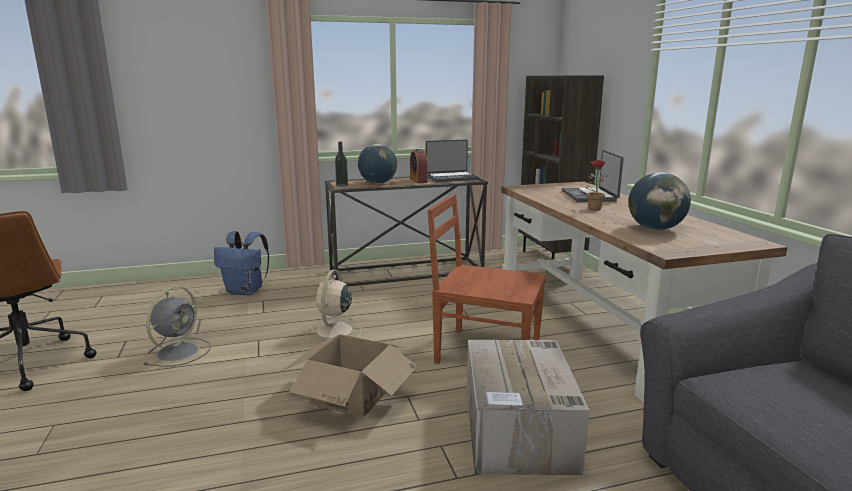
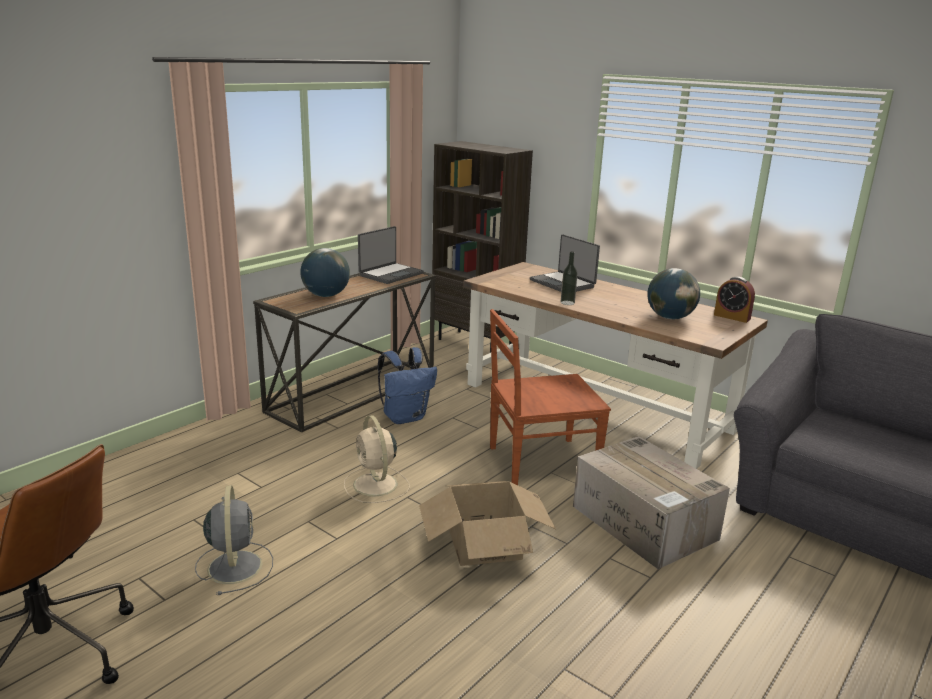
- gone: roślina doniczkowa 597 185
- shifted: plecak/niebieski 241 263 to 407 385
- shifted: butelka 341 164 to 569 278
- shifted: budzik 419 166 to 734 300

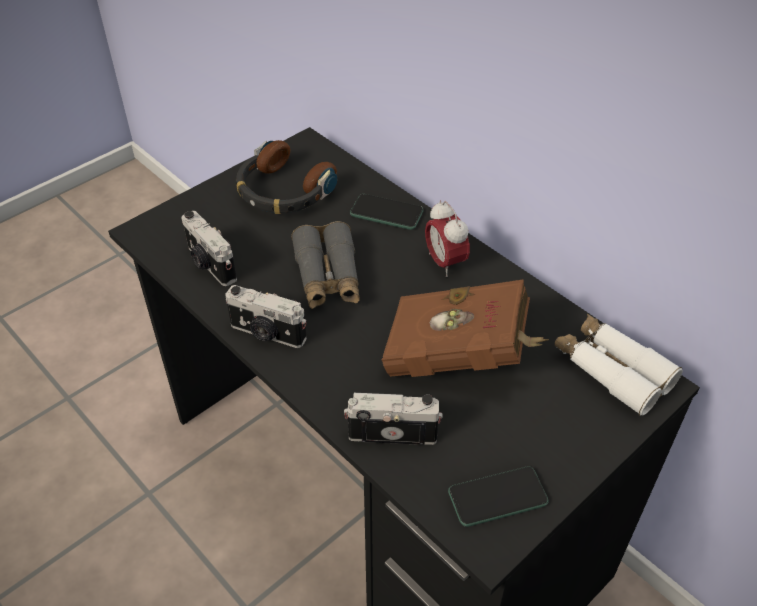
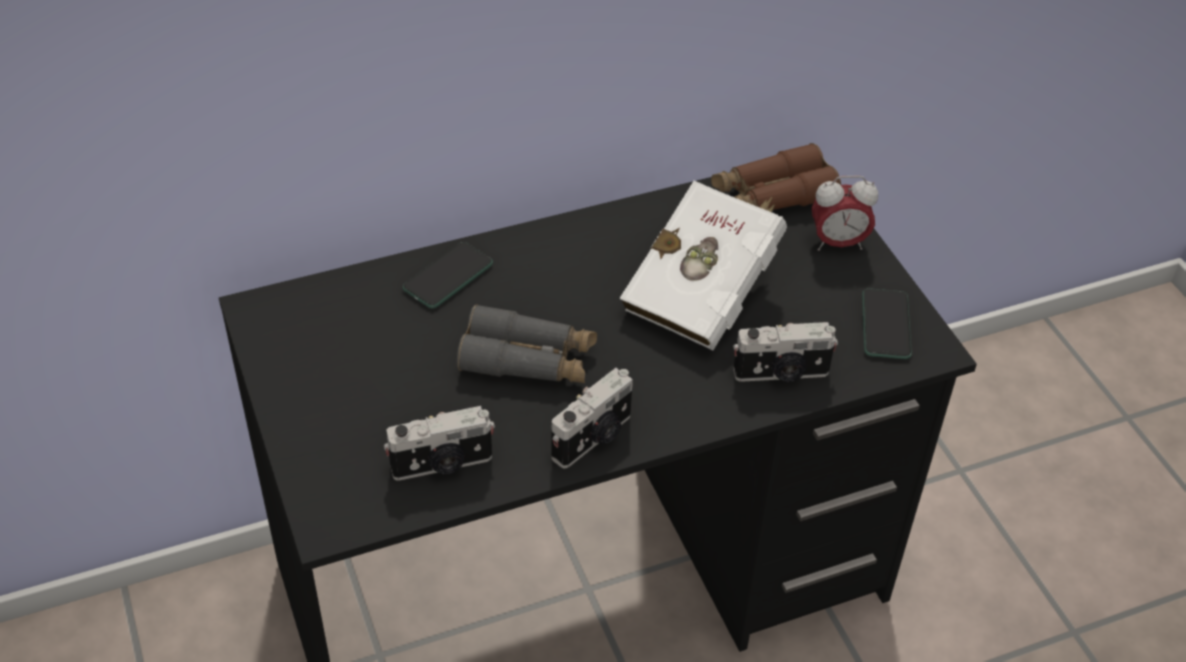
- gone: słuchawki 286 177
- shifted: budzik 447 238 to 845 213
- repainted: książka/brązowy 465 328 to książka/biały 703 265
- repainted: lornetka/biały 618 365 to lornetka/brązowy 776 176
- rotated: aparat fotograficzny 393 419 = 785 351 120 degrees counterclockwise

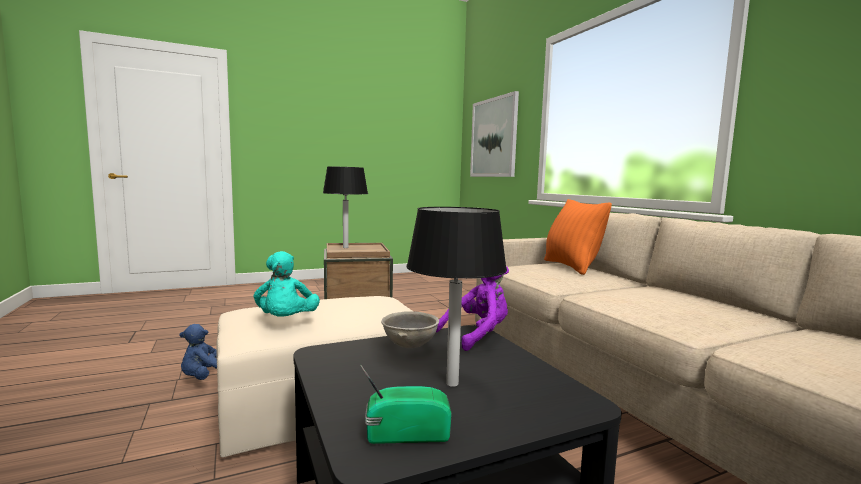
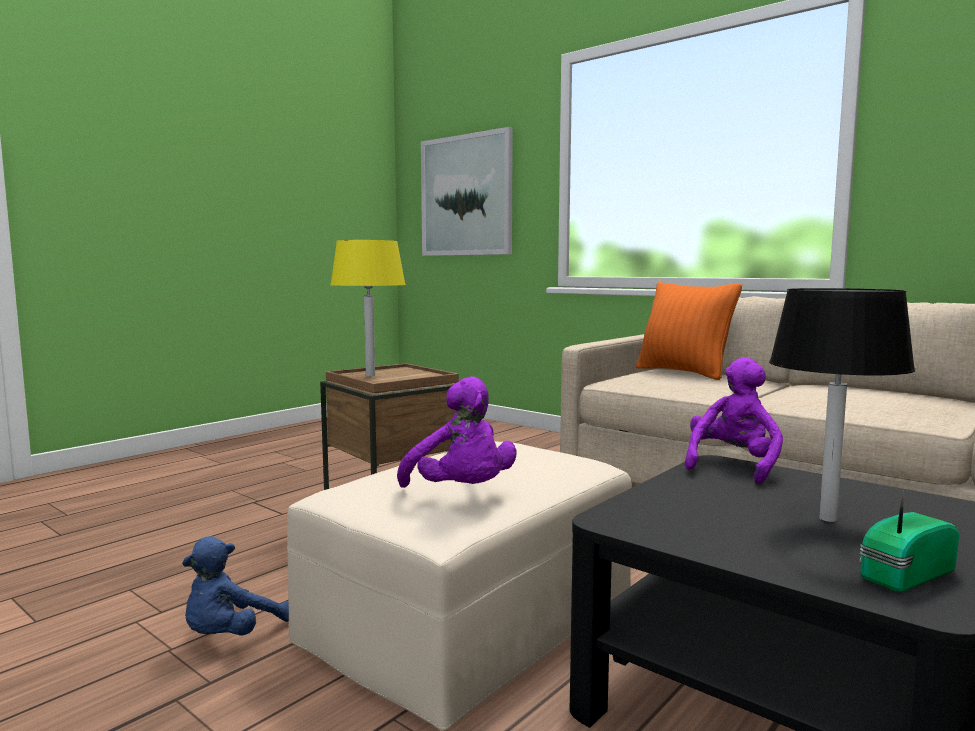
- gone: miska/szary 410 329
- repainted: pluszak/turkusowy 287 284 to pluszak/fioletowy 456 432
- repainted: lampa stołowa/czarny 345 207 to lampa stołowa/żółty 368 308

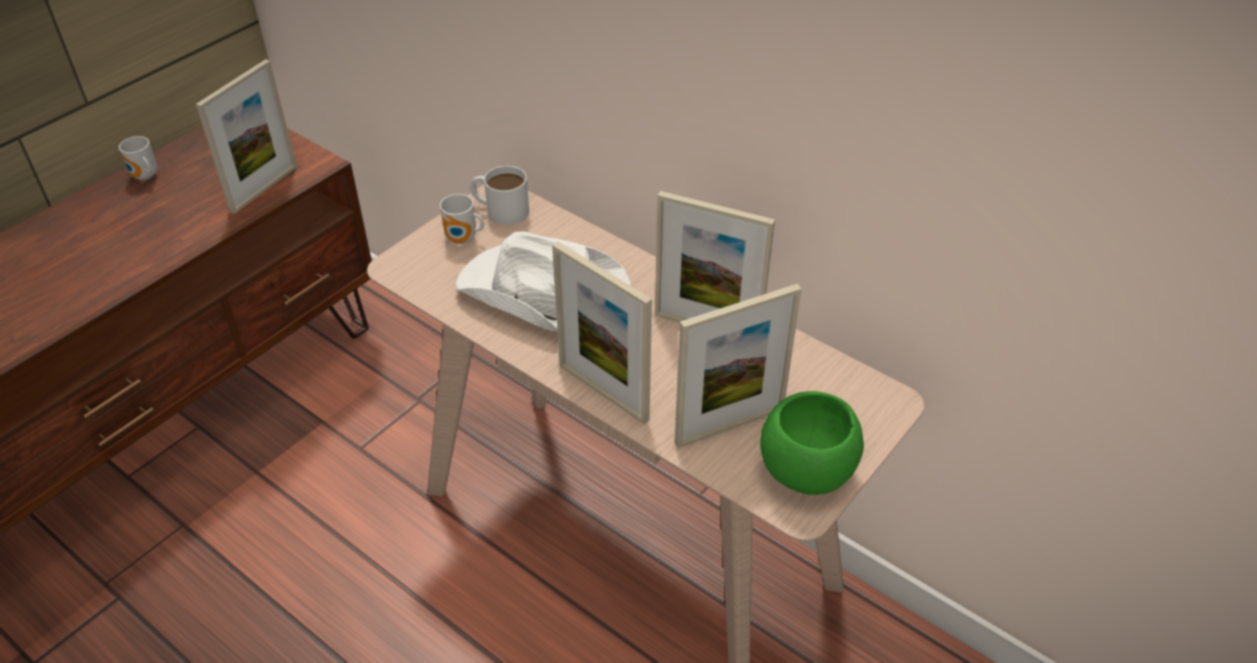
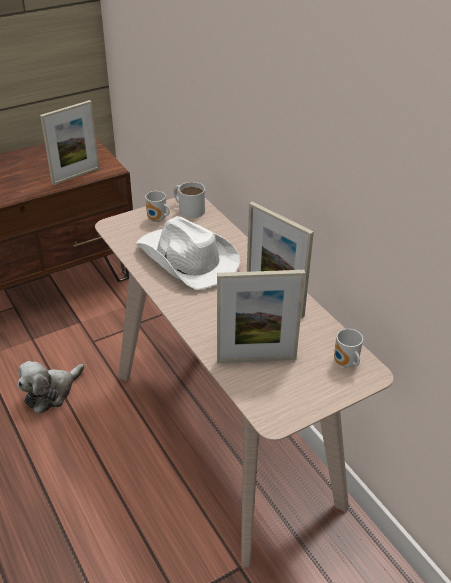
- gone: ramka na zdjęcie 602 332
- gone: miska/zielony 812 443
- new: pluszak 51 387
- shifted: kubek 138 158 to 348 348

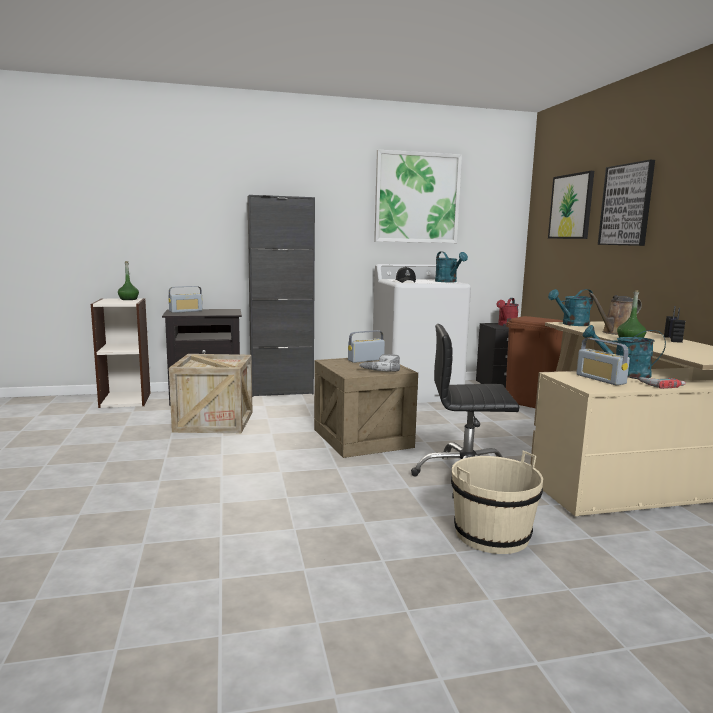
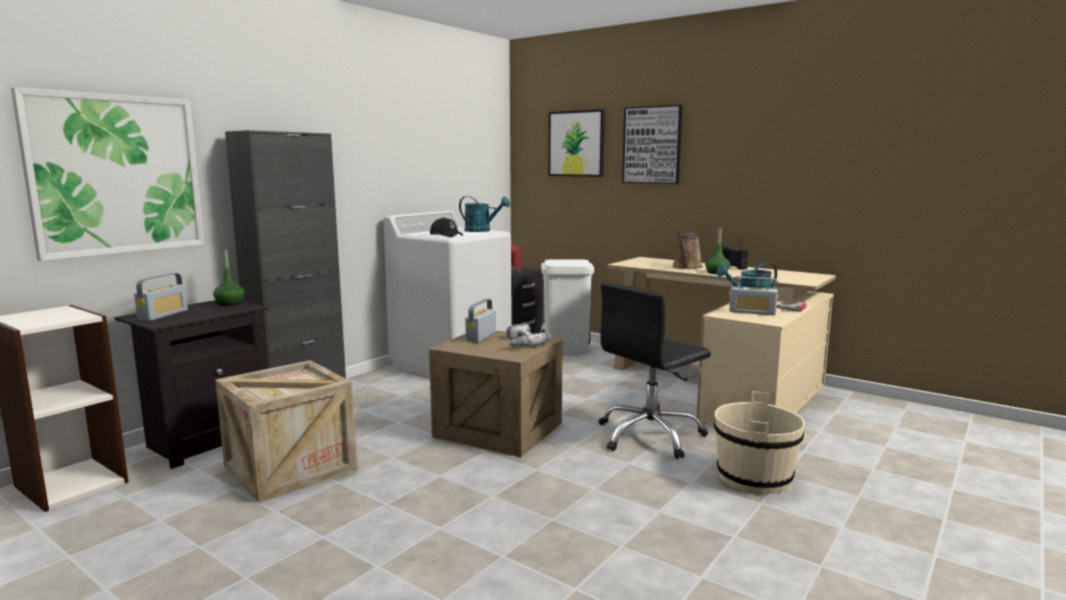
- gone: konewka/turkusowy 570 307
- shifted: butelka/zielony 128 280 to 229 277
- shifted: obraz 418 196 to 108 174
- repainted: kosz na śmieci/brązowy 534 362 to kosz na śmieci/biały 567 306

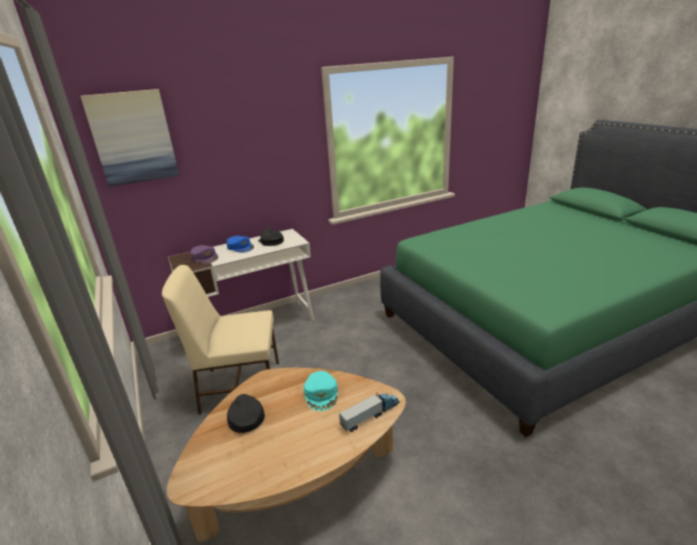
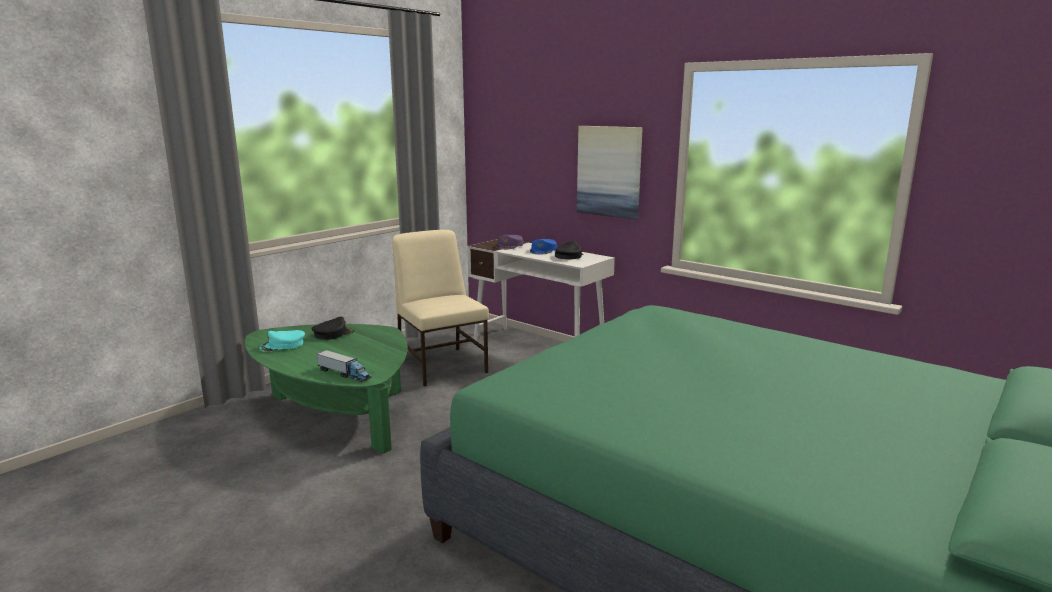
- shifted: obraz 129 138 to 610 173
- shifted: czapka z daszkiem/turkusowy 321 391 to 282 341
- repainted: ława/brązowy 286 455 to ława/zielony 326 388

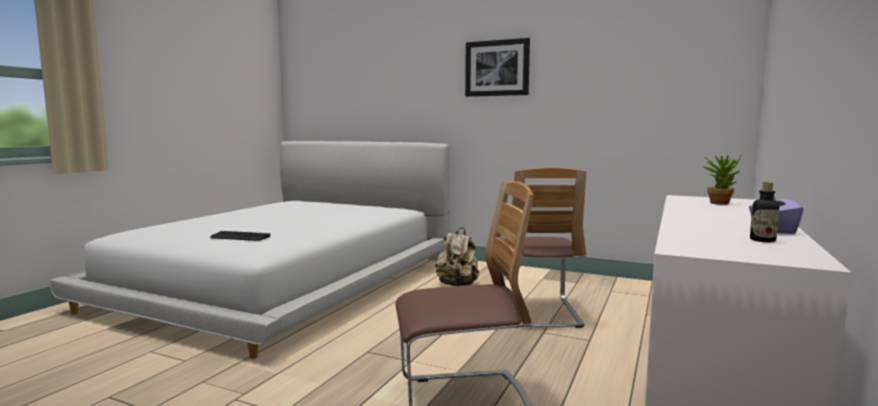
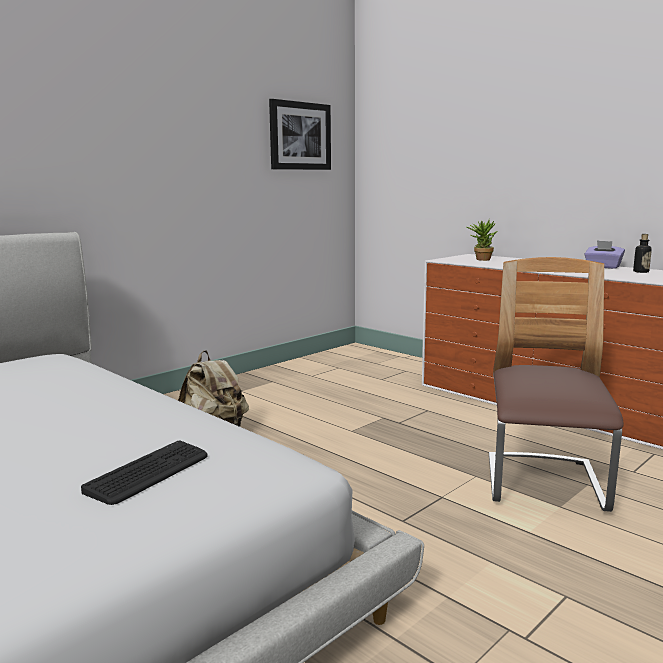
- gone: krzesło 544 247
- shifted: obraz 497 67 to 300 134

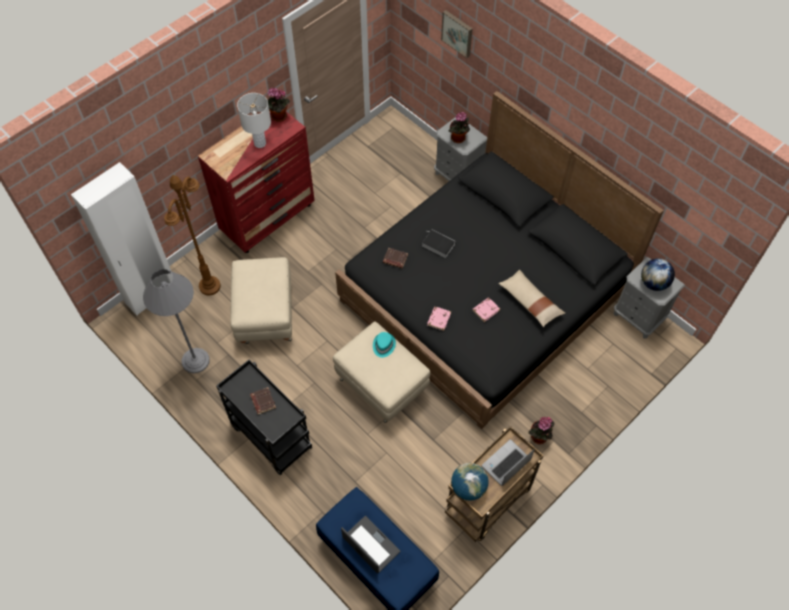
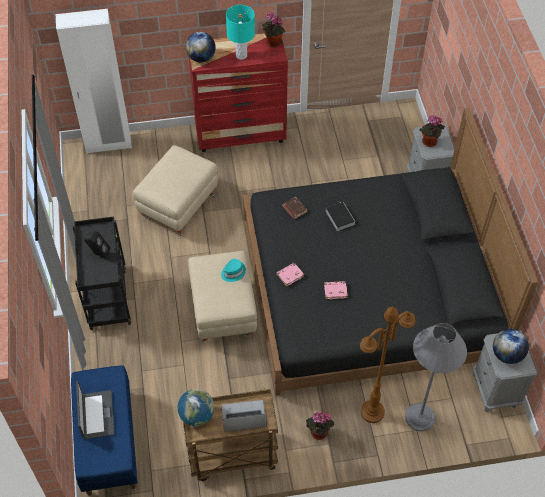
- gone: obraz 457 34
- gone: poduszka/beżowy 531 298
- new: globus 201 47
- shifted: lampa stojąca/szary 176 321 to 436 377
- shifted: lampa stojąca/brązowy 192 235 to 387 365
- swapped: książka/brązowy 263 401 to głośnik/czarny 96 244
- repainted: lampa stołowa/biały 254 120 to lampa stołowa/turkusowy 240 32

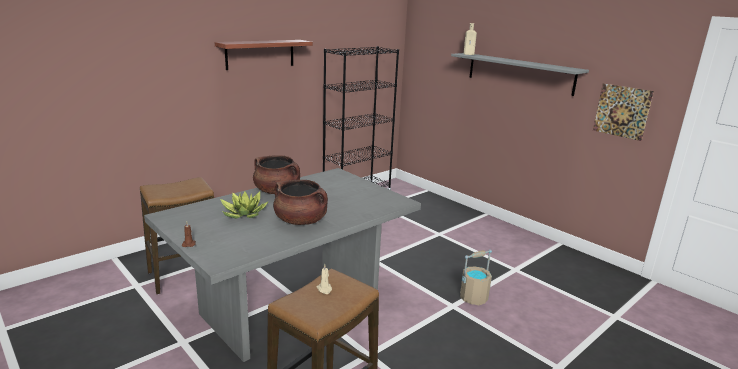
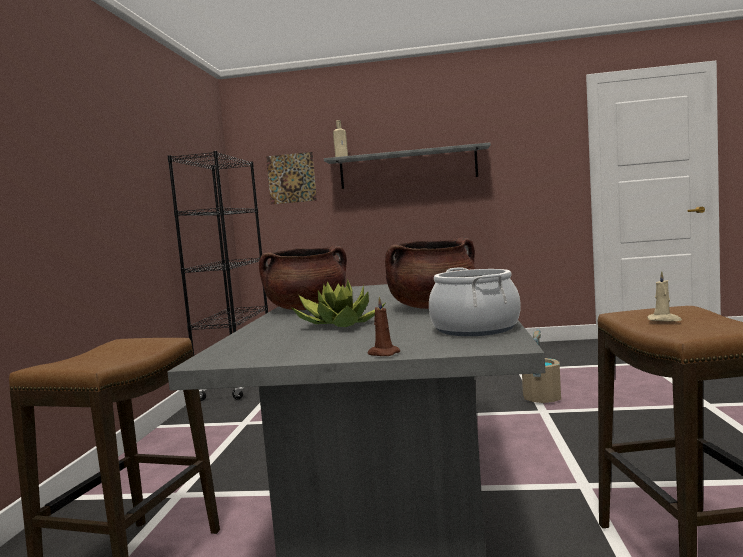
- gone: półka 264 55
- new: garnek 475 301
- shifted: obraz 623 112 to 291 178

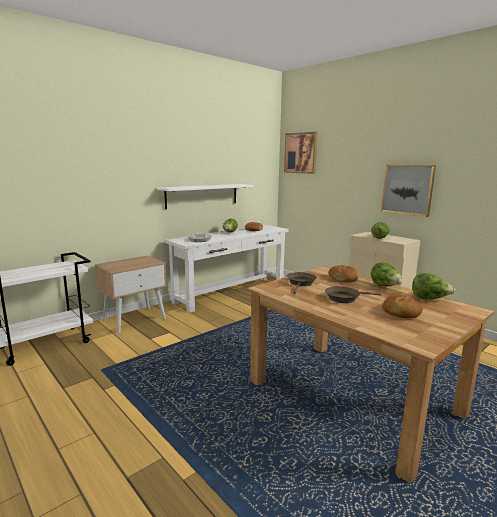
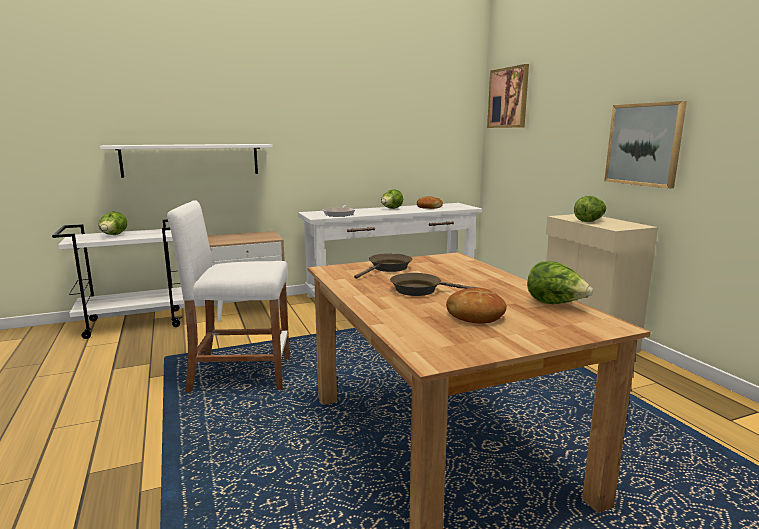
- gone: chleb 343 273
- new: stołek/biały 228 296
- shifted: półka/biały 205 196 to 186 161
- shifted: sałata 387 274 to 112 223

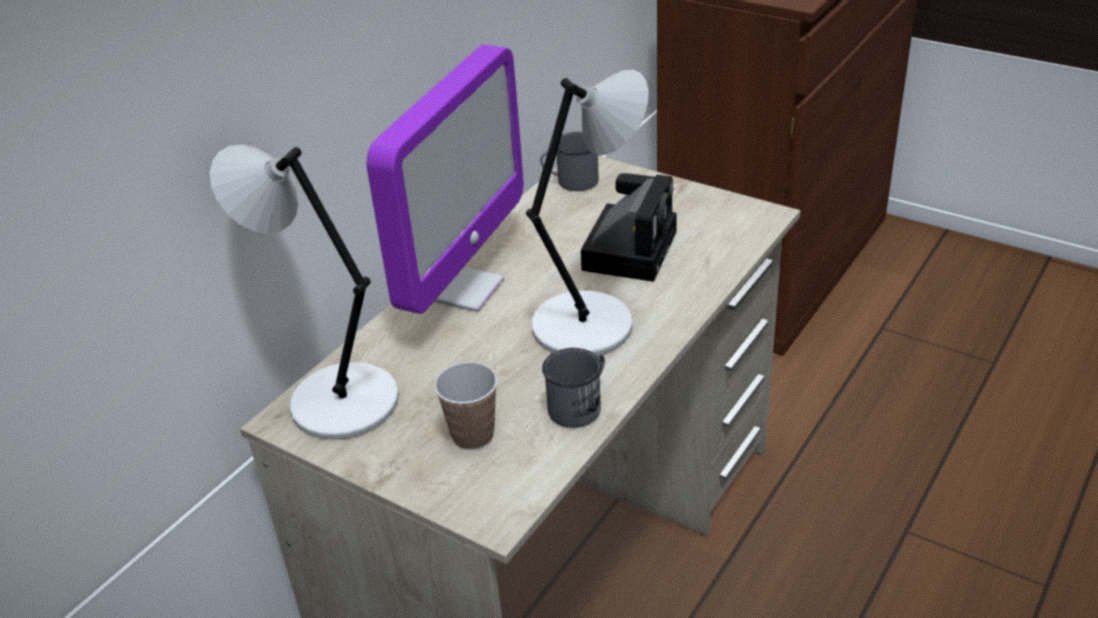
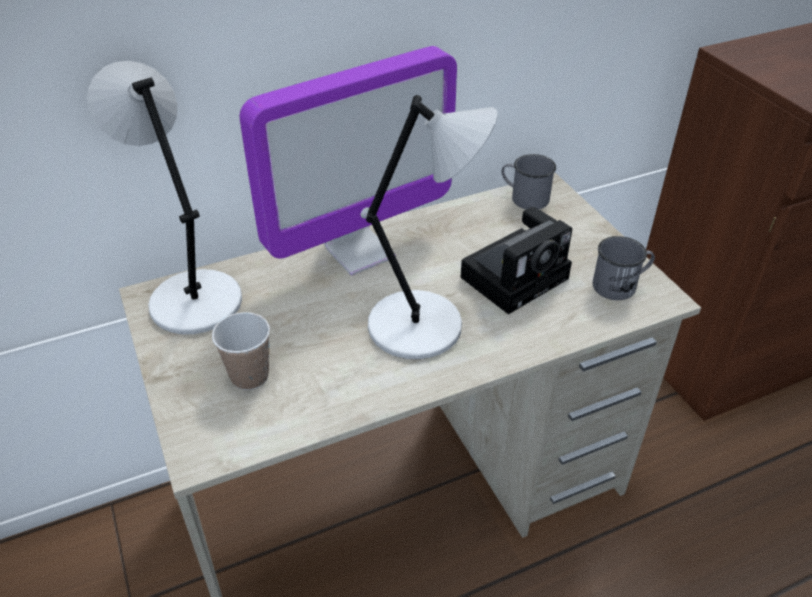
- shifted: kubek/szary 573 388 to 624 268

